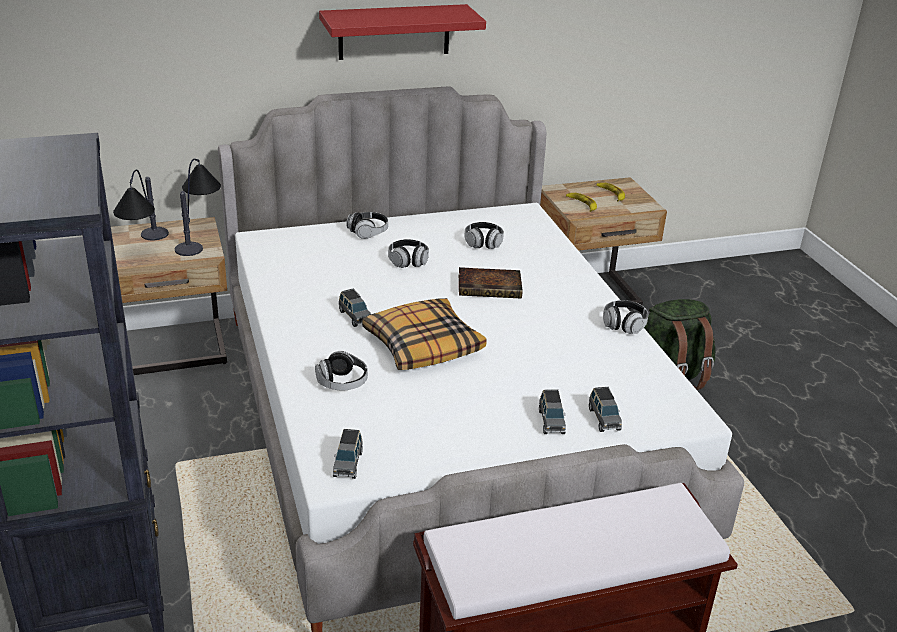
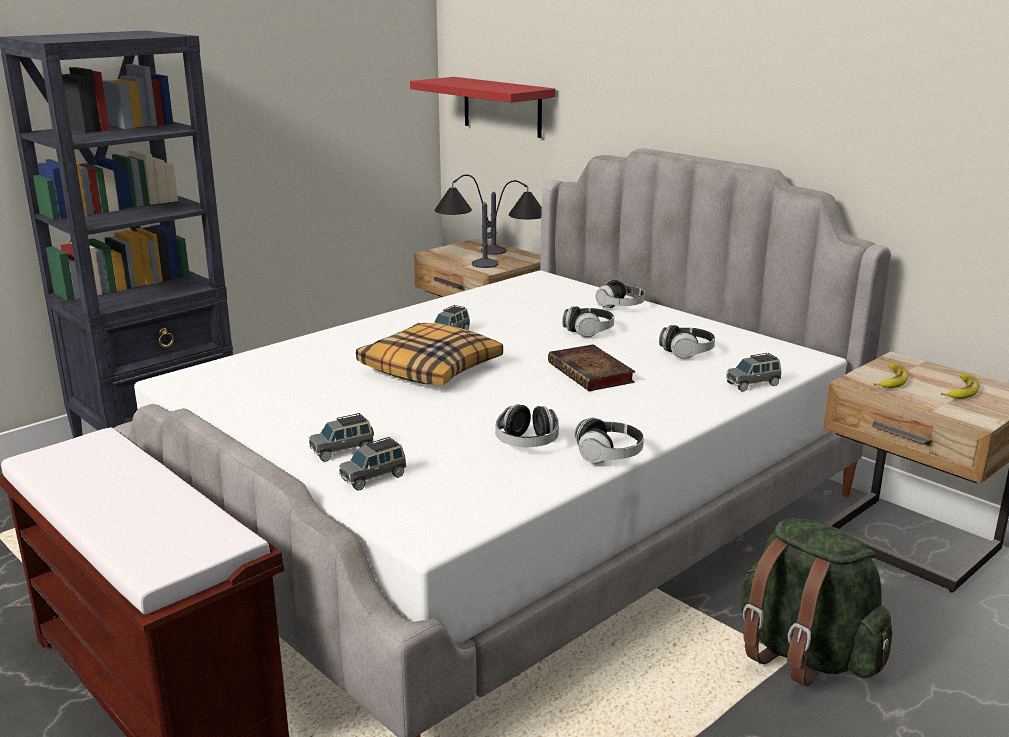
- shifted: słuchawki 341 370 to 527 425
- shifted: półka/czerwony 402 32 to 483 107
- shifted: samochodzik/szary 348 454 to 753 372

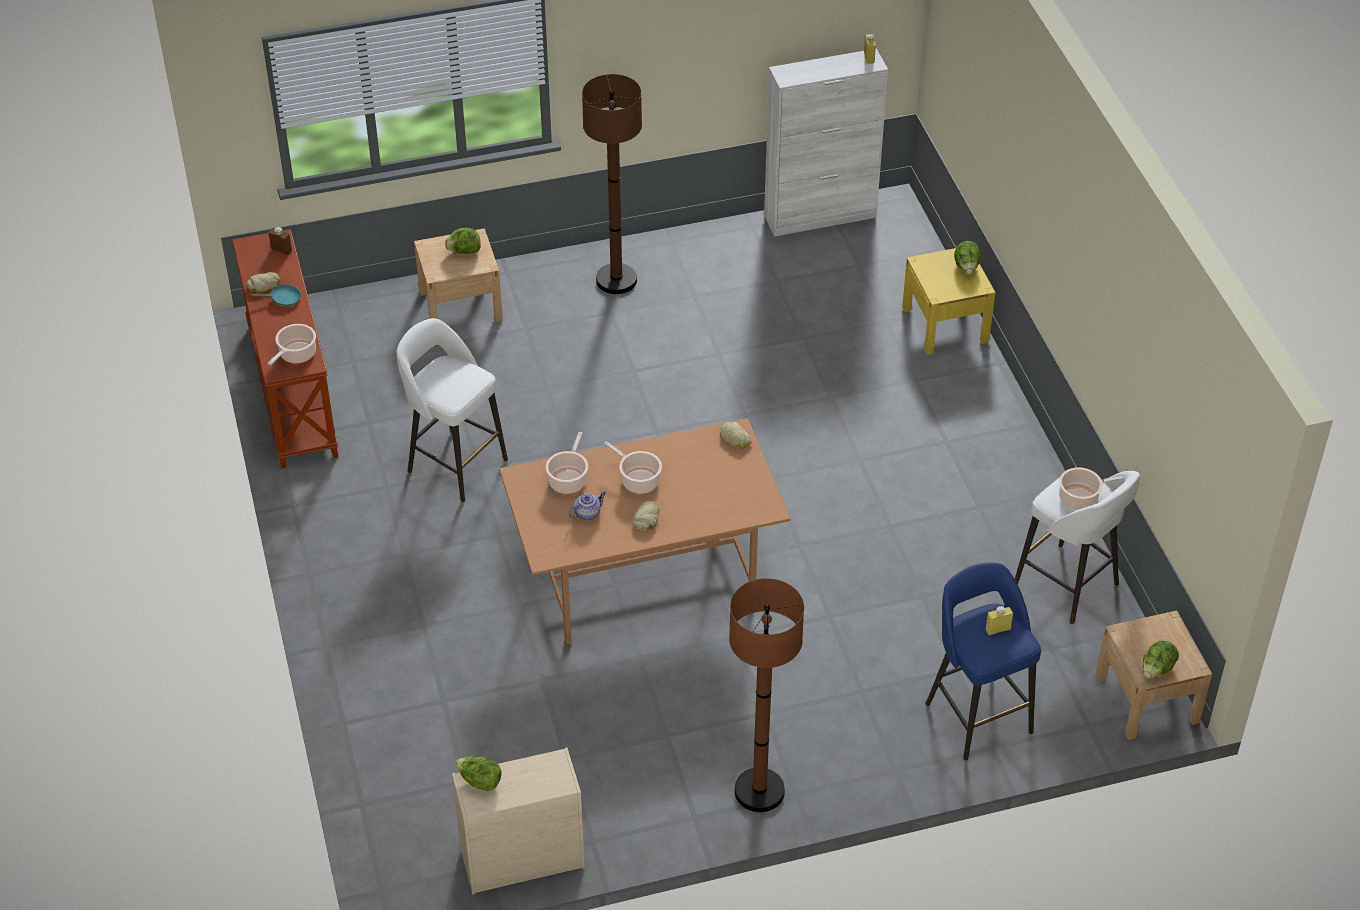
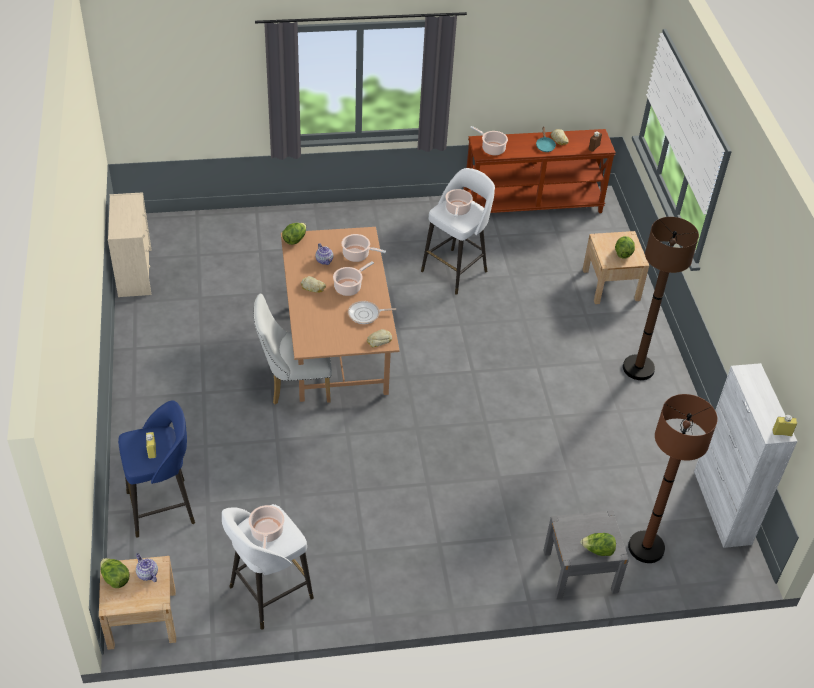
- new: imbryk 147 567
- new: krzesło/biały 293 348
- new: patelnia 372 312
- new: garnek 459 203
- shifted: sałata 478 773 to 294 234
- shifted: lampa stojąca/brązowy 766 695 to 673 478
- repainted: szafka nocna/żółty 948 301 to szafka nocna/szary 586 555

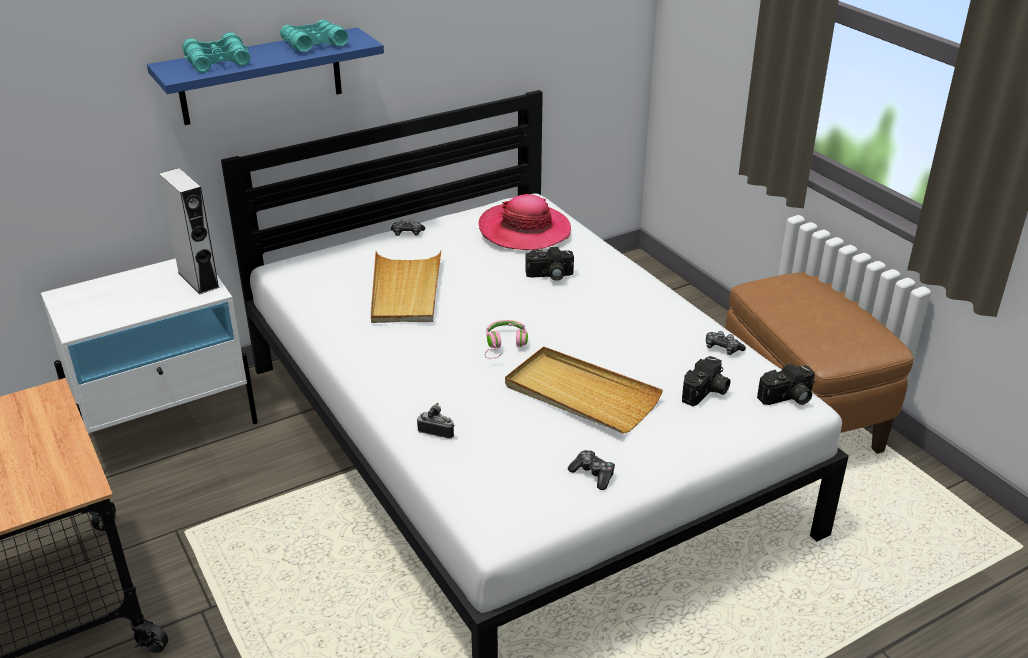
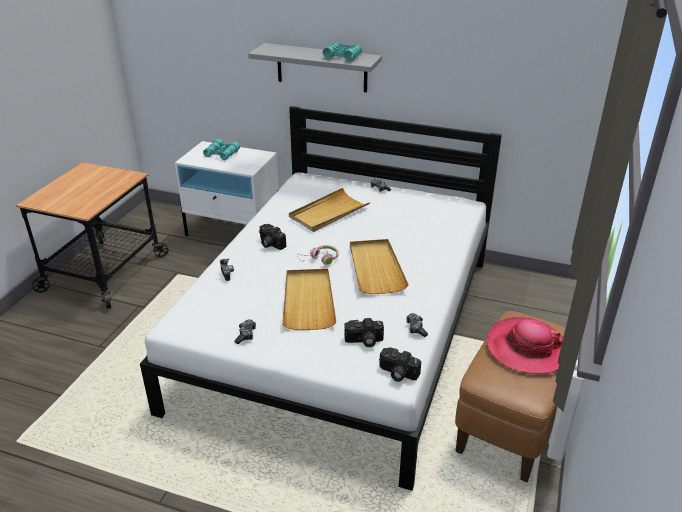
- gone: głośnik/szary 189 231
- new: taca/beżowy 379 266
- shifted: lornetka/turkusowy 216 52 to 221 149
- shifted: kapelusz 524 222 to 525 346
- shifted: aparat fotograficzny 549 264 to 272 237
- repainted: półka/niebieski 265 76 to półka/szary 315 67

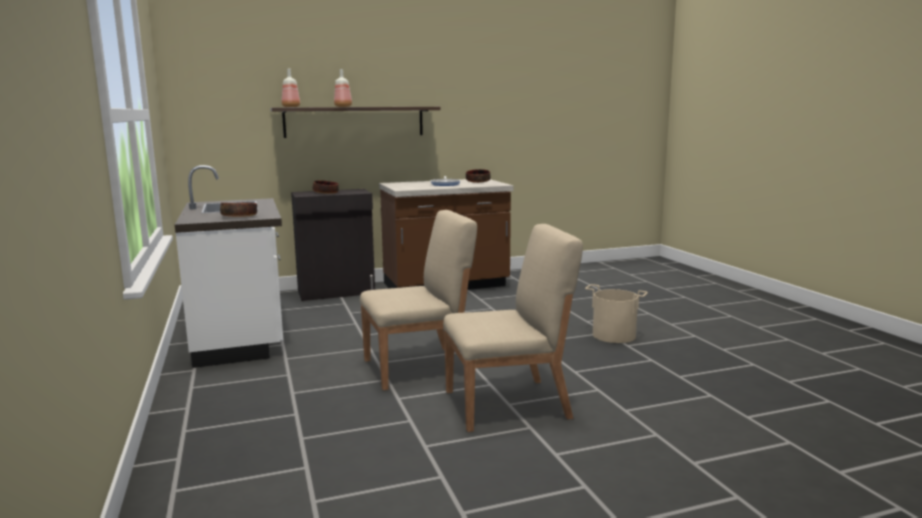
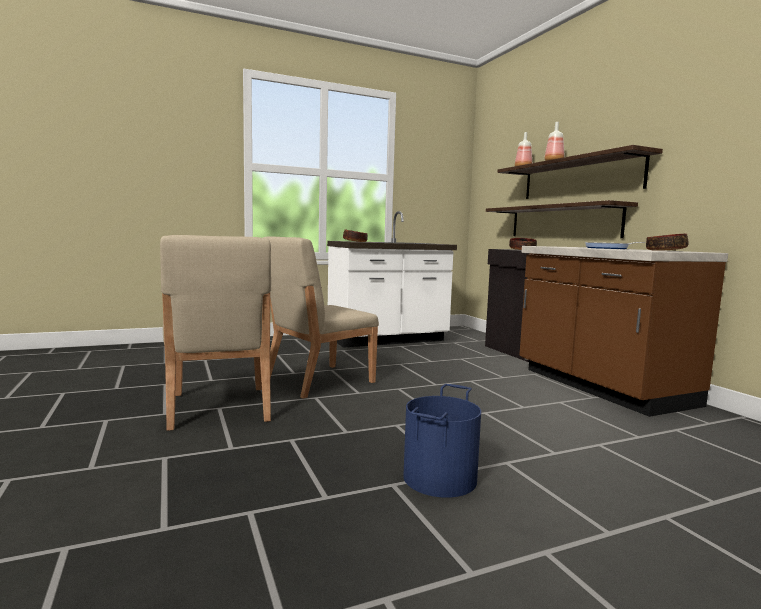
- new: półka 562 219
- repainted: wiadro/beżowy 616 313 to wiadro/niebieski 442 441
- rotated: krzesło/beżowy 418 300 = 321 317 75 degrees clockwise

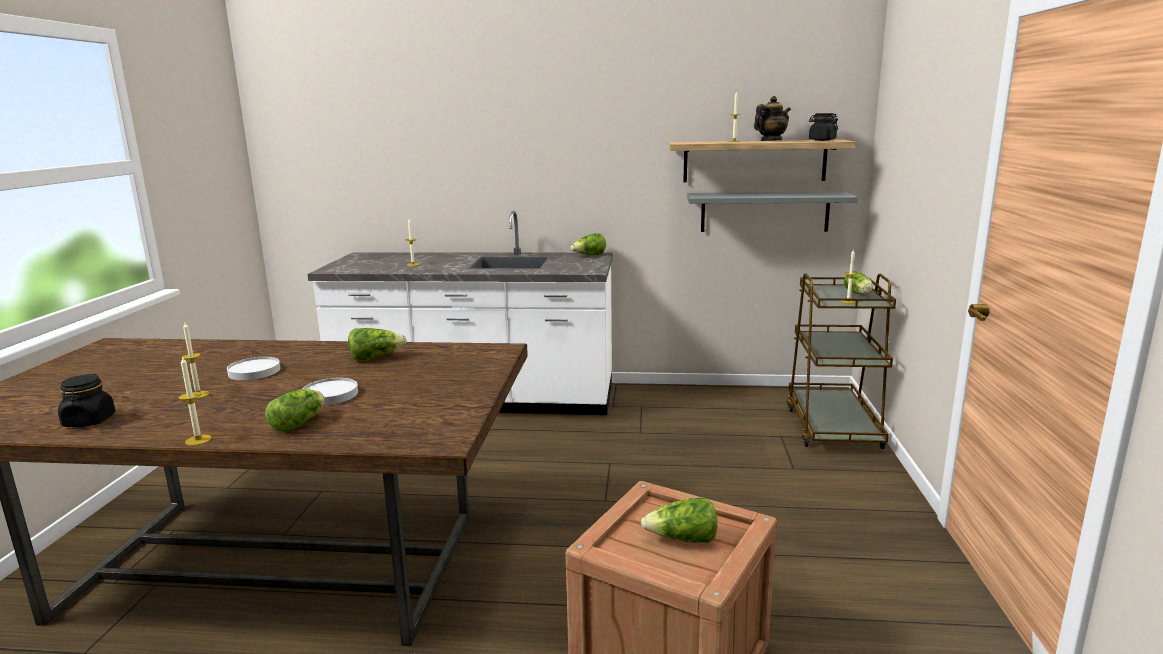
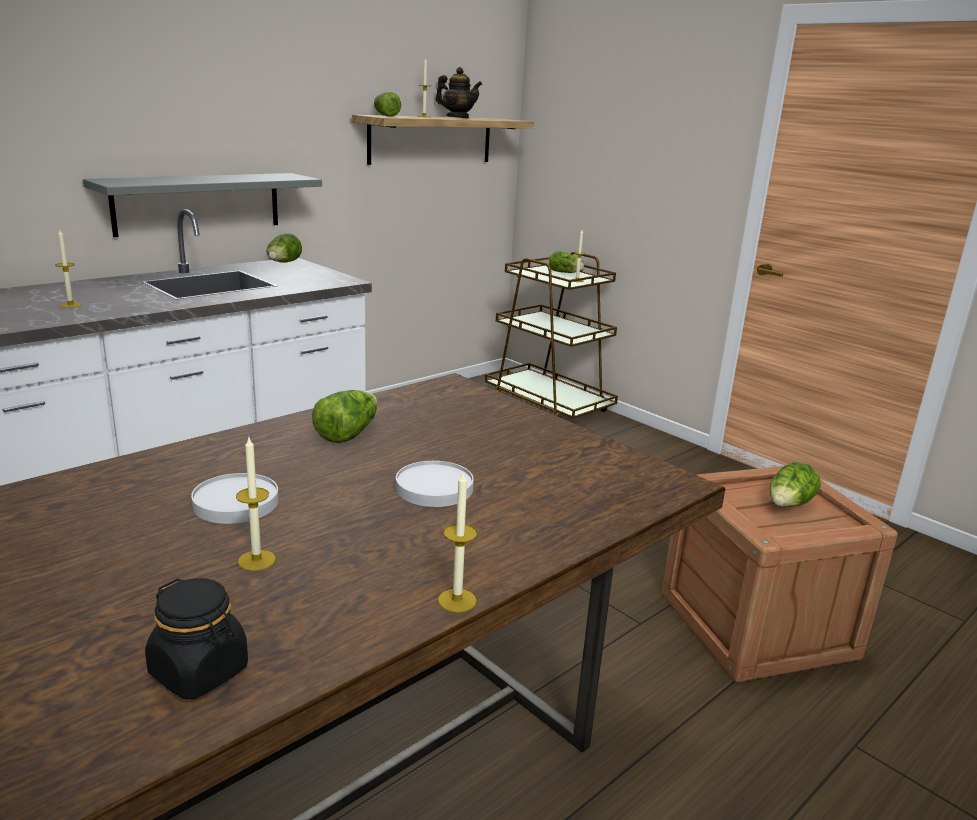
- gone: słoik/czarny 823 127
- shifted: sałata 294 410 to 387 104
- shifted: półka/szary 772 212 to 202 205
- rotated: imbryk 772 118 = 458 92 105 degrees clockwise

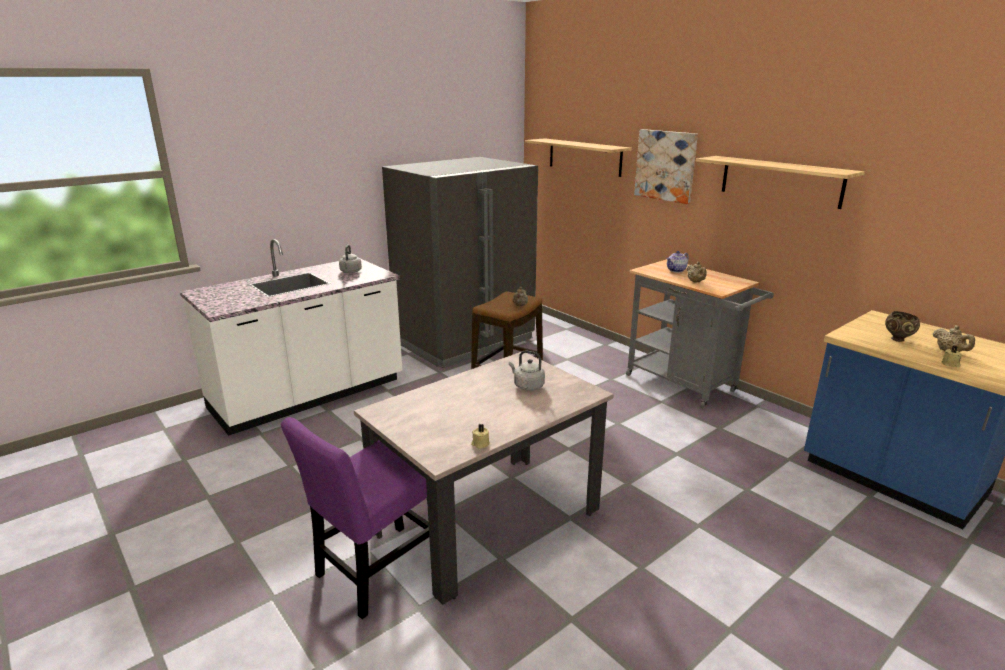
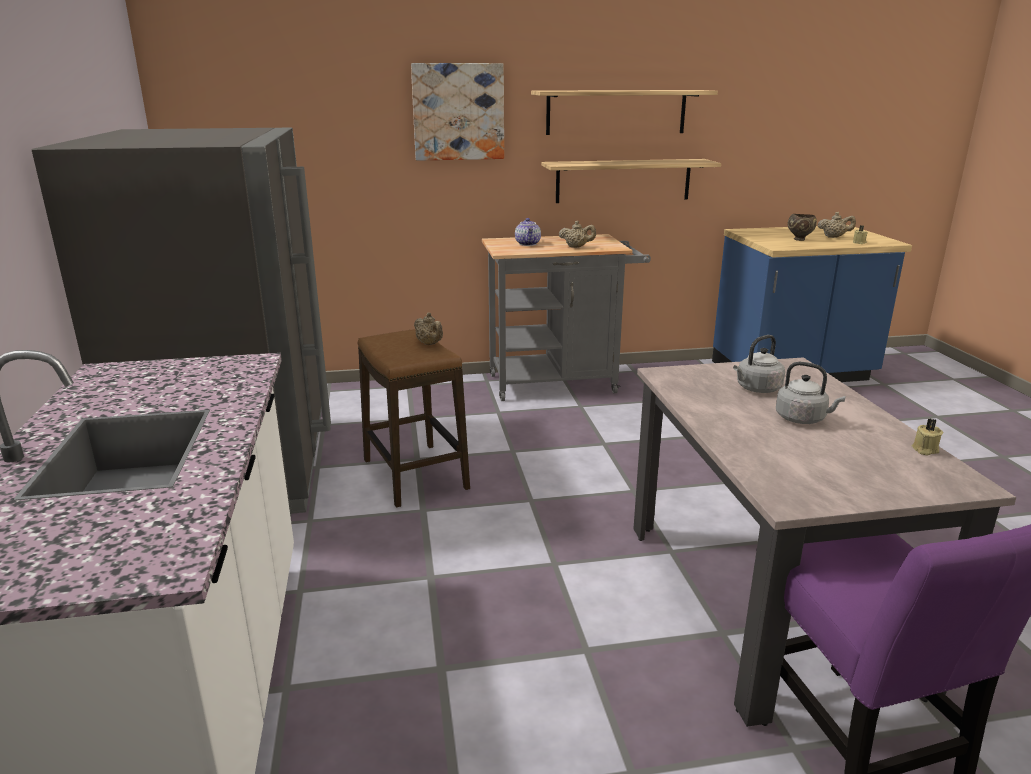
- shifted: czajnik/szary 350 259 to 810 393
- shifted: półka 578 157 to 631 181

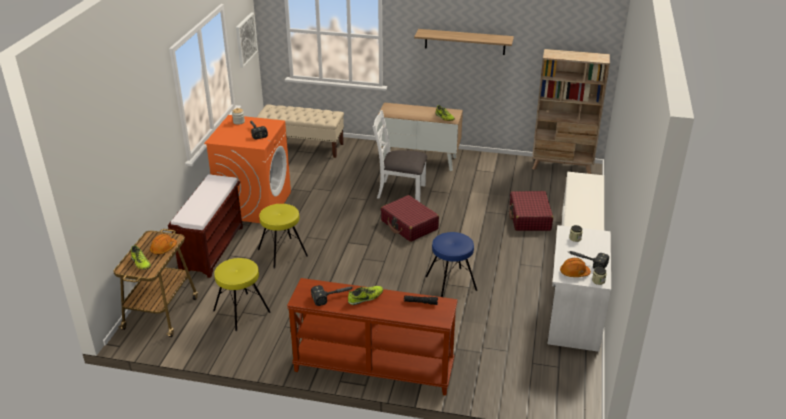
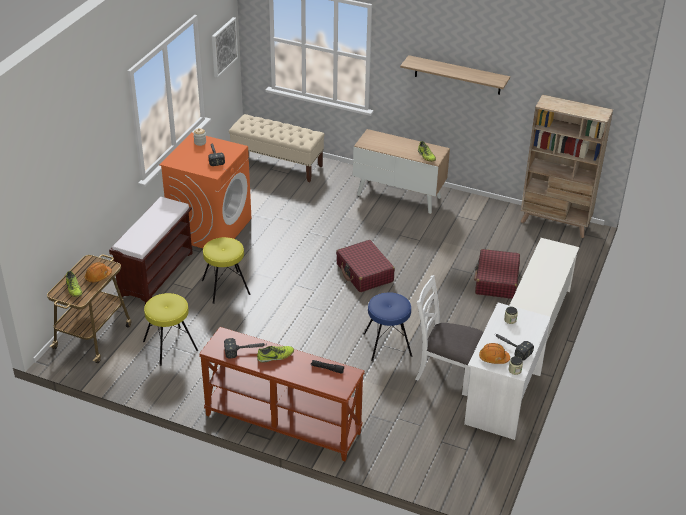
- shifted: krzesło/biały 400 156 to 449 335

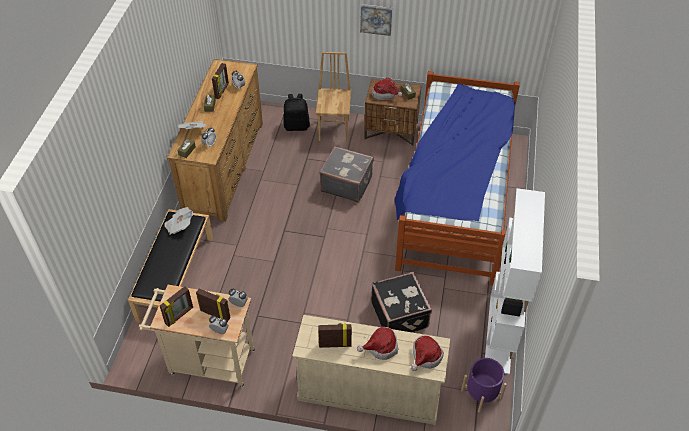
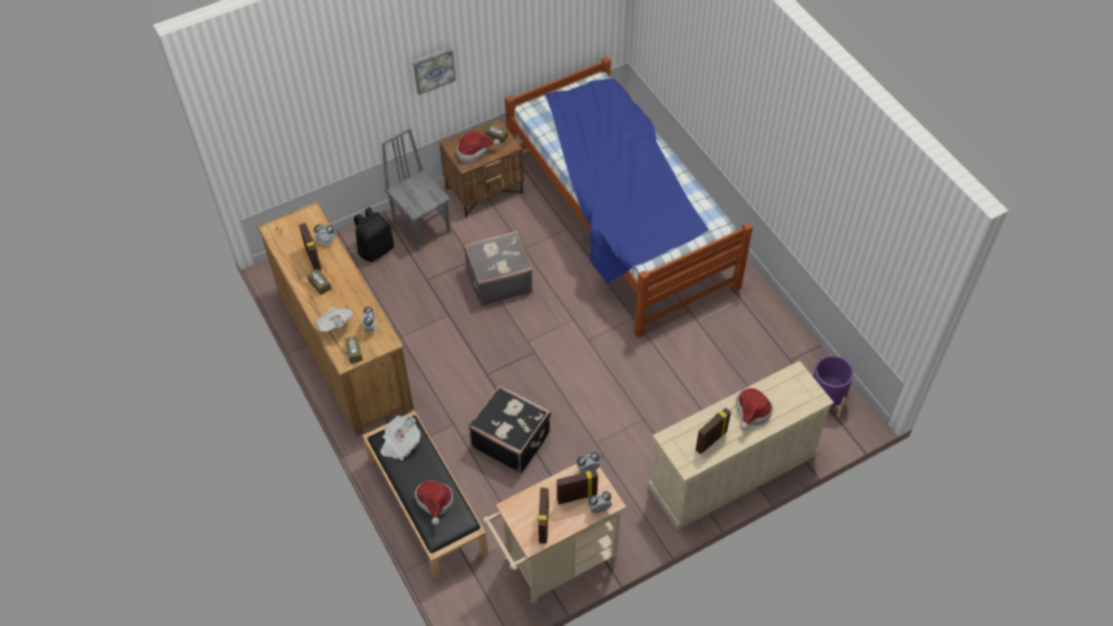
- gone: regał/biały 515 281
- shifted: walizka/czarny 401 302 to 509 429
- shifted: kapelusz 427 353 to 434 503
- repainted: krzesło/brązowy 333 97 to krzesło/szary 416 189

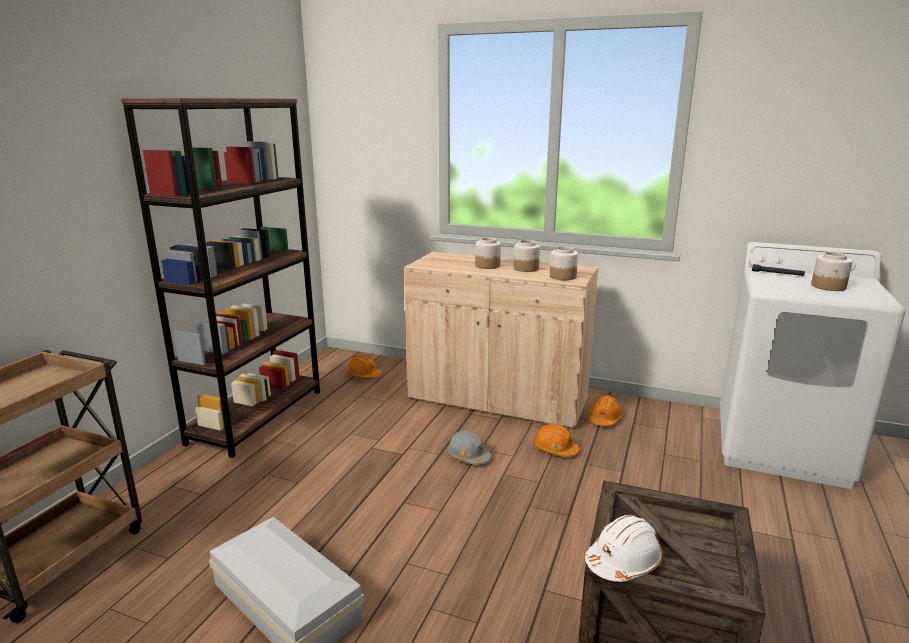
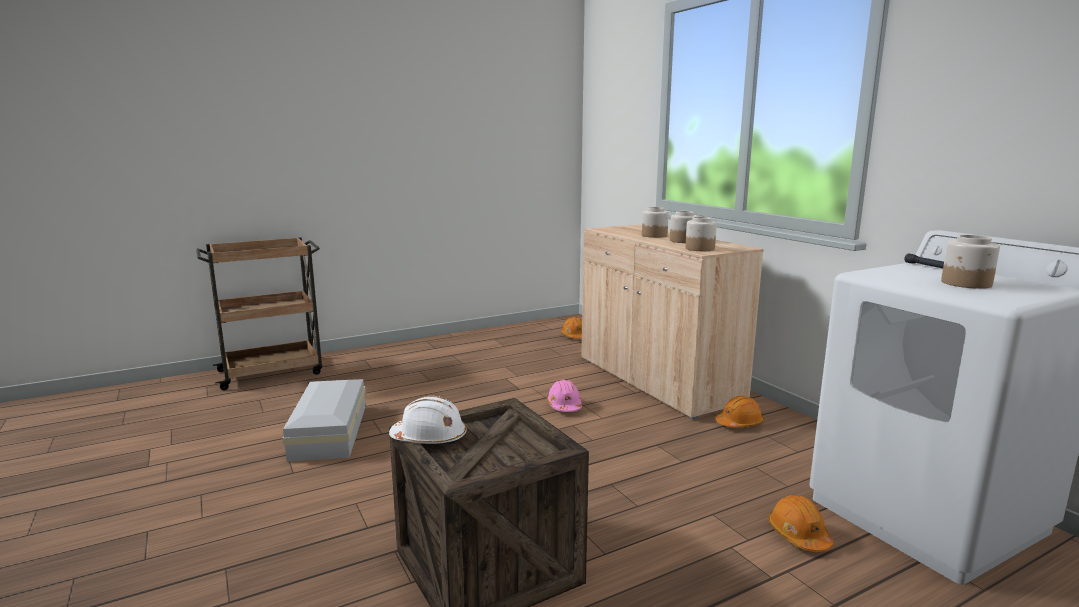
- gone: regał/brązowy 220 278
- shifted: kask/pomarańczowy 557 440 to 800 523
- repainted: kask/szary 469 447 to kask/różowy 564 396

